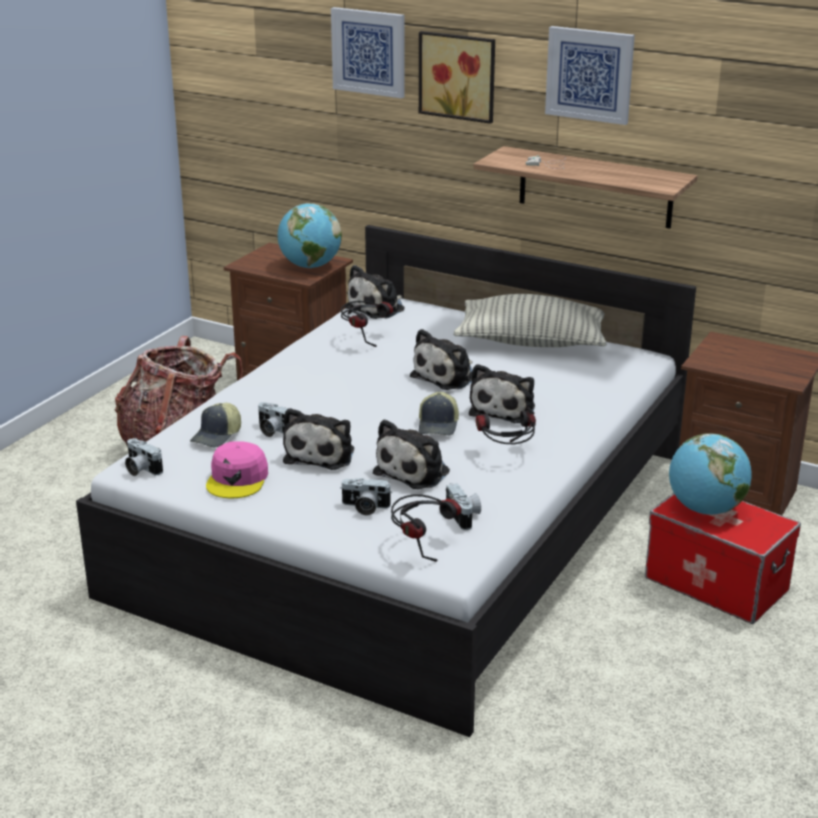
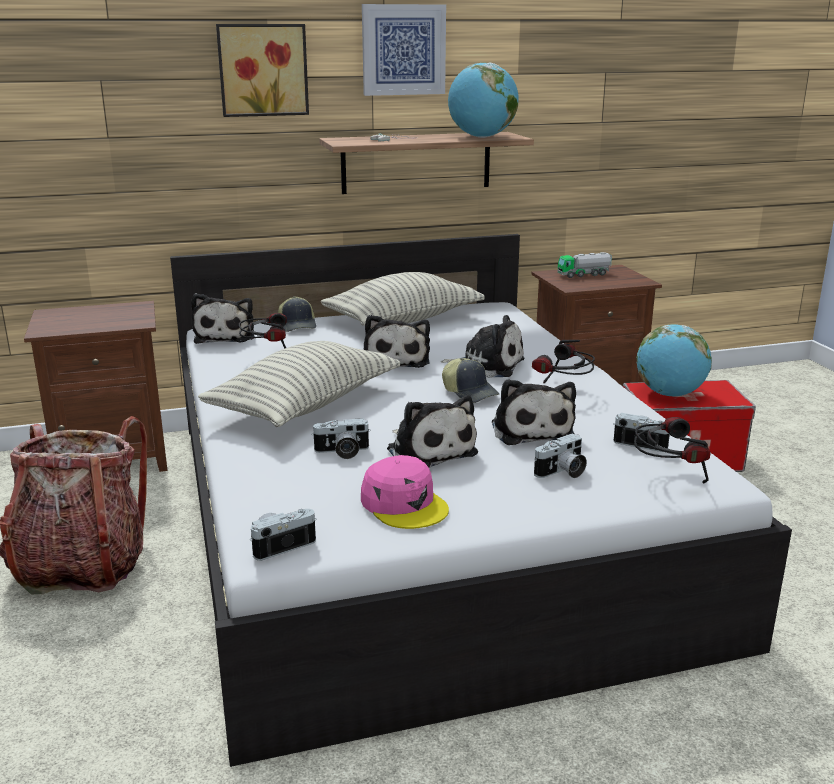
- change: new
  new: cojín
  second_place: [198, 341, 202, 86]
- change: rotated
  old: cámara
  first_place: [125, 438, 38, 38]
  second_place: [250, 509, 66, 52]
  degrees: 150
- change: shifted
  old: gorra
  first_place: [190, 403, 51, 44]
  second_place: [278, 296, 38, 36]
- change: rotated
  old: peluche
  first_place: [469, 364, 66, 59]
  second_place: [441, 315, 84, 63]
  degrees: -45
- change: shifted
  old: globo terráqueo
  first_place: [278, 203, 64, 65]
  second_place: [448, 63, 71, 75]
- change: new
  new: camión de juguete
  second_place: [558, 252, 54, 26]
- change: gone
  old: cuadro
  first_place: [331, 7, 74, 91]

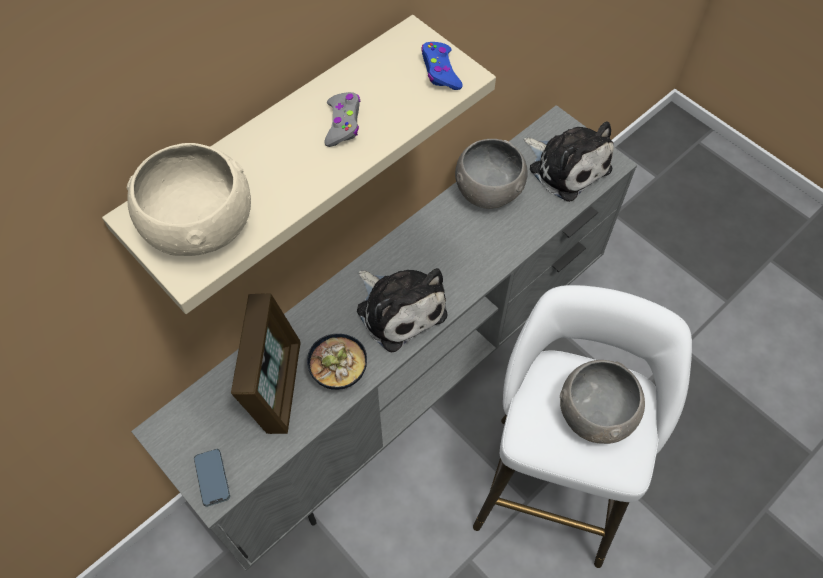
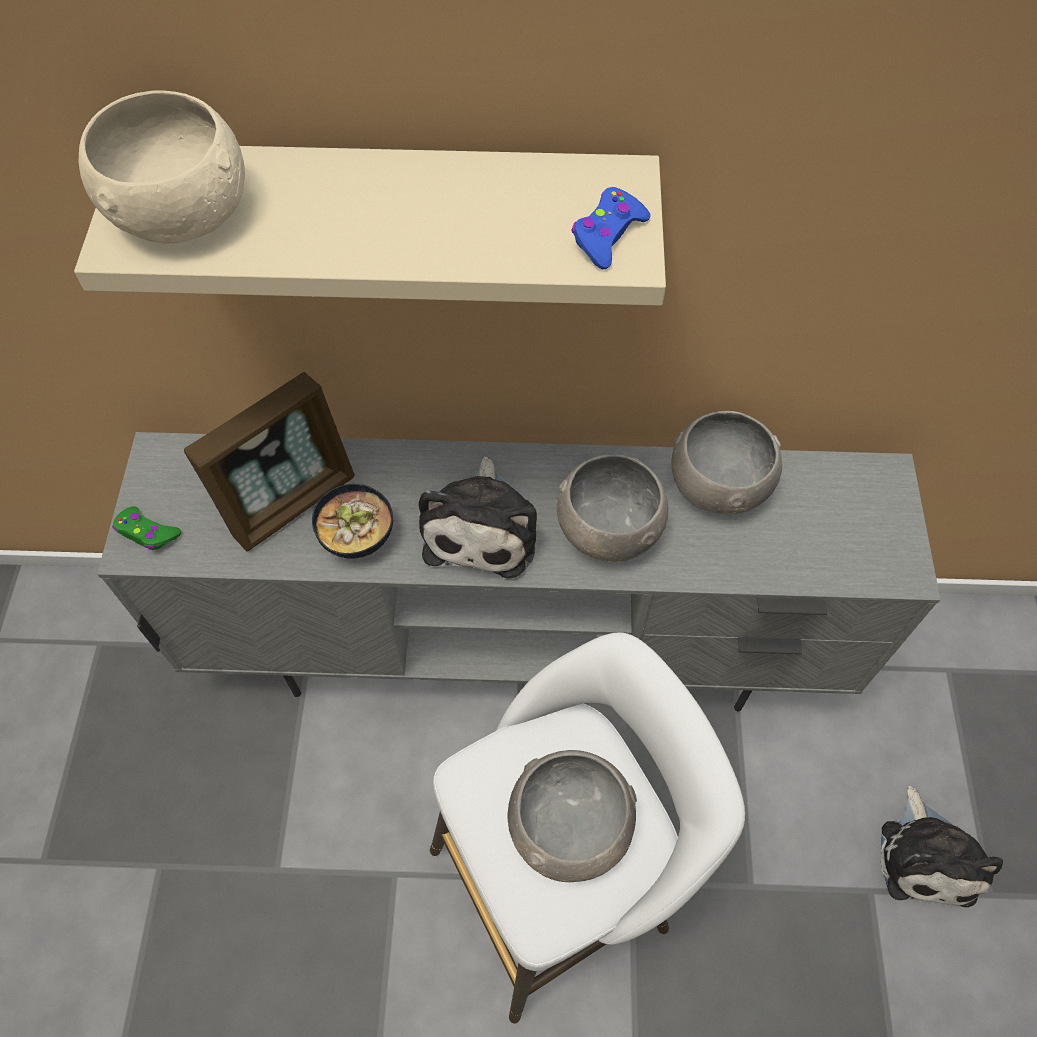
- change: swapped
  old: móvil
  new: mando de consola [verde]
  first_place: [194, 449, 36, 58]
  second_place: [112, 506, 69, 44]
- change: new
  new: cuenco [gris]
  second_place: [557, 454, 111, 108]
- change: shifted
  old: peluche
  first_place: [524, 121, 90, 81]
  second_place: [880, 786, 123, 121]
- change: gone
  old: mando de consola [gris]
  first_place: [324, 92, 37, 55]

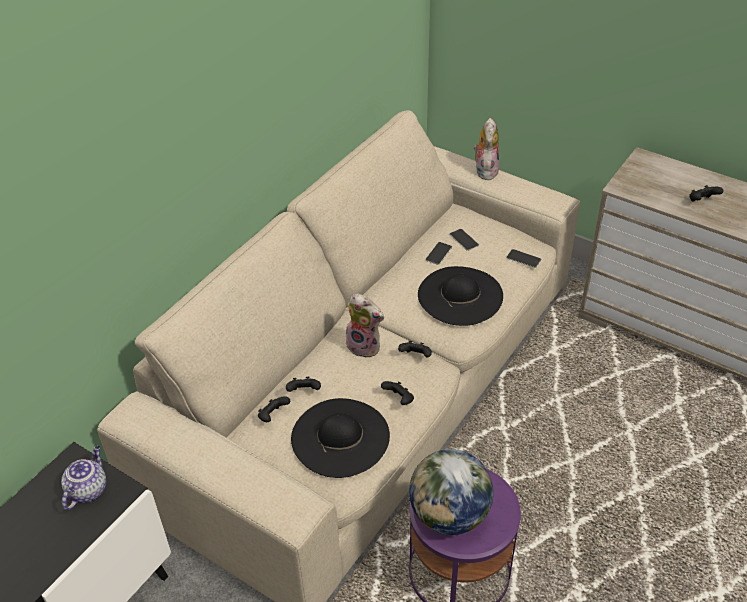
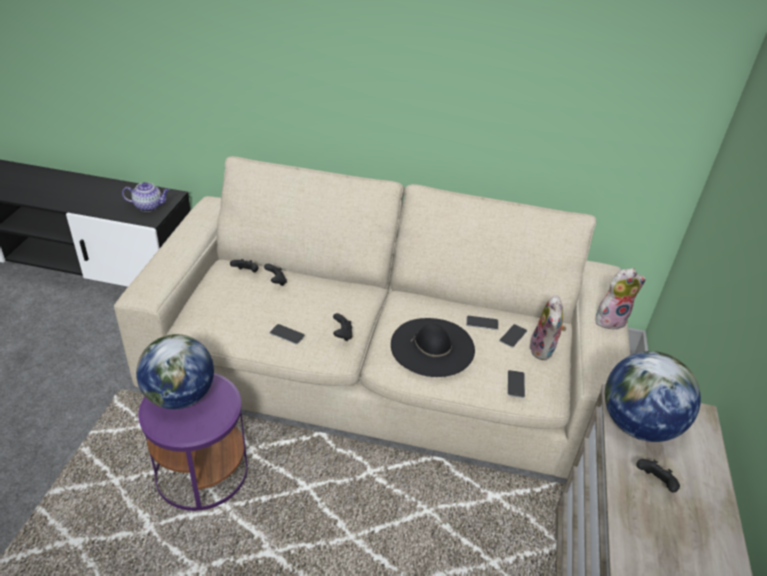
- change: swapped
  old: mando de consola [negro]
  new: móvil
  first_place: [381, 381, 33, 24]
  second_place: [269, 324, 36, 20]
- change: shifted
  old: peluche
  first_place: [346, 293, 38, 64]
  second_place: [529, 295, 38, 65]
- change: new
  new: globo terráqueo
  second_place: [605, 351, 96, 91]
- change: gone
  old: sombrero [negro]
  first_place: [291, 398, 99, 80]

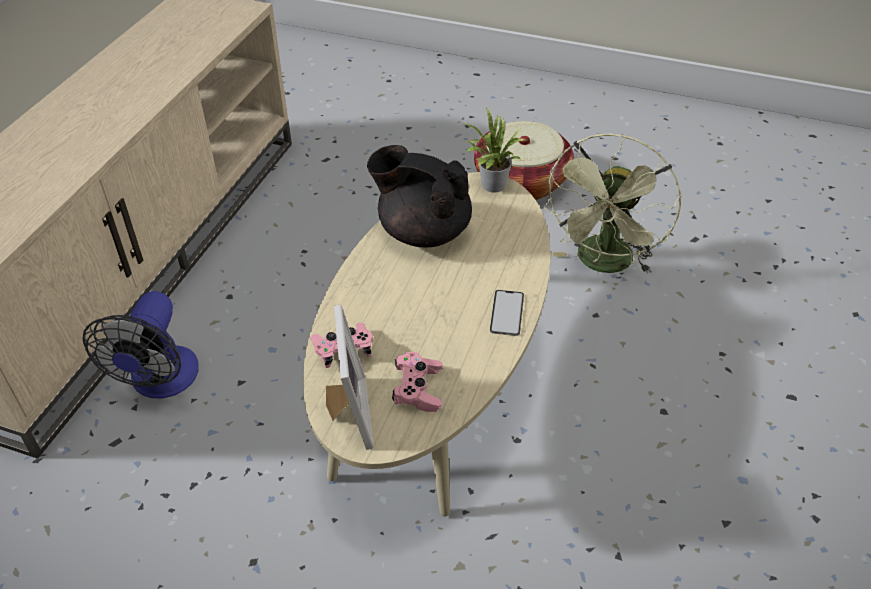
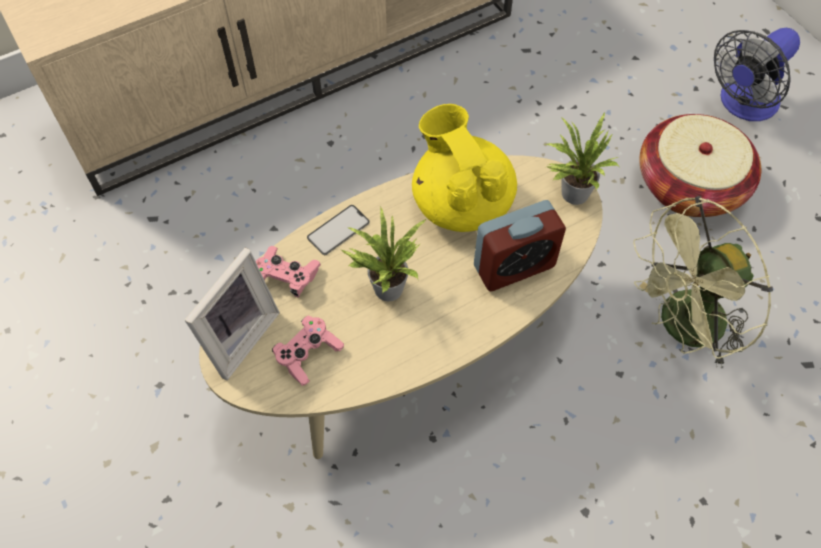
- change: shifted
  old: móvil
  first_place: [490, 290, 34, 46]
  second_place: [307, 205, 63, 50]
- change: new
  new: planta en maceta
  second_place: [342, 207, 84, 94]
- change: repainted
  old: tetera [negro]
  new: tetera [amarillo]
  first_place: [367, 145, 105, 102]
  second_place: [412, 104, 105, 128]
- change: new
  new: despertador
  second_place: [474, 200, 92, 92]
- change: shifted
  old: ventilador
  first_place: [83, 291, 116, 107]
  second_place: [714, 28, 86, 93]

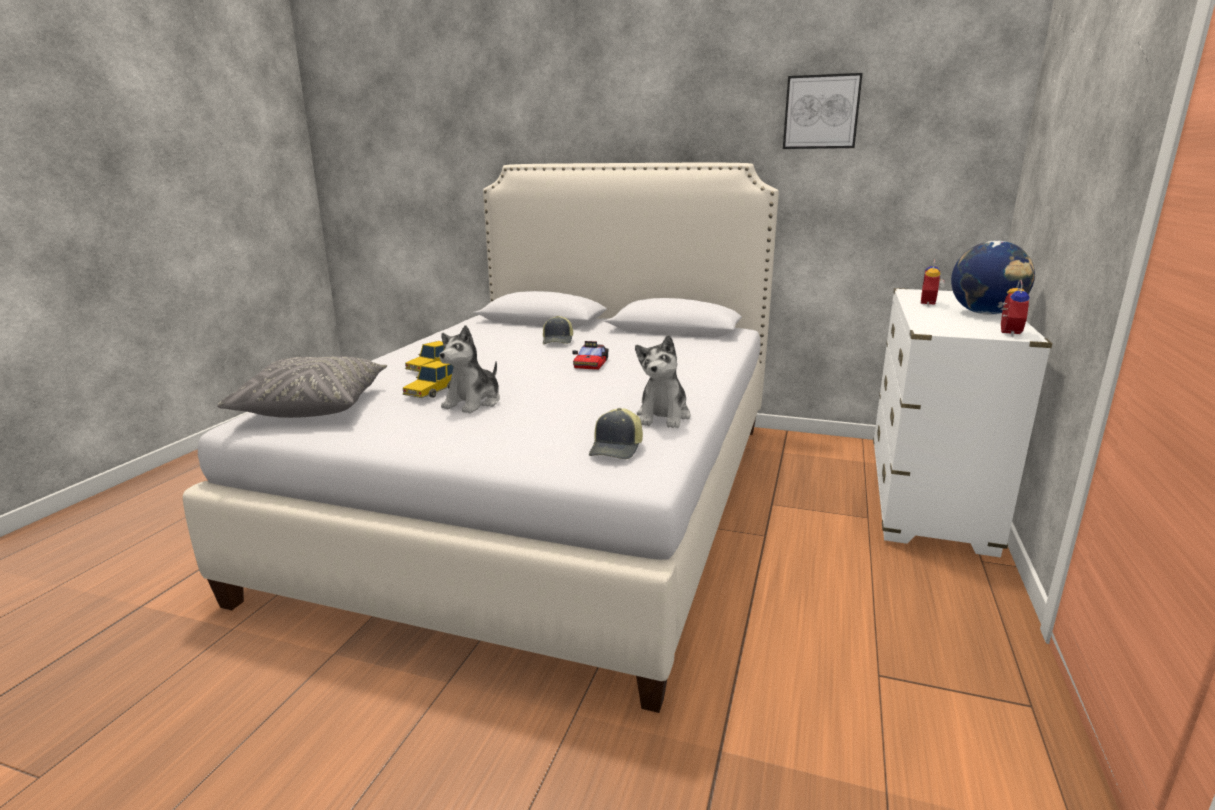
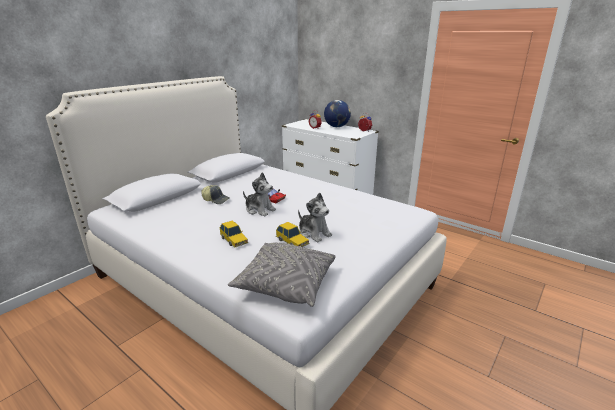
- change: shifted
  old: peluche
  first_place: [635, 335, 56, 93]
  second_place: [243, 172, 33, 44]
- change: gone
  old: gorra
  first_place: [589, 408, 54, 51]
- change: gone
  old: cuadro
  first_place: [783, 73, 80, 76]

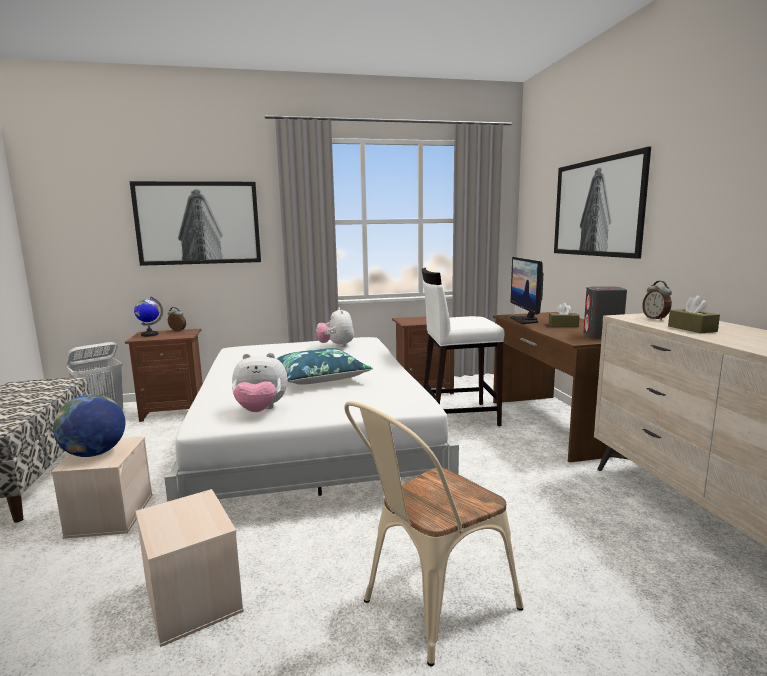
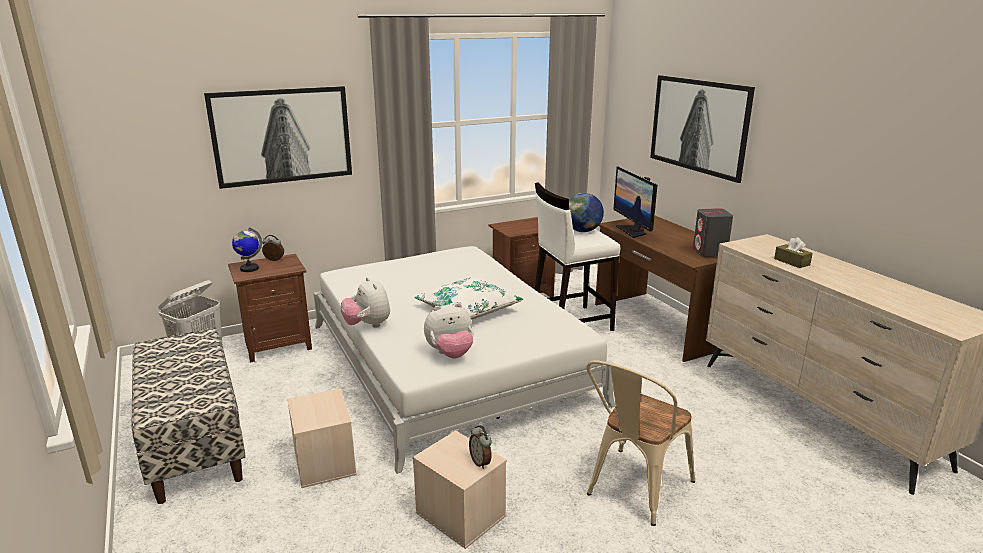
- change: shifted
  old: peluche
  first_place: [316, 307, 38, 40]
  second_place: [341, 277, 49, 51]
- change: repainted
  old: cojín [azul]
  new: cojín [blanco]
  first_place: [276, 348, 97, 37]
  second_place: [414, 277, 109, 43]
- change: shifted
  old: despertador
  first_place: [642, 281, 30, 39]
  second_place: [469, 425, 23, 44]
- change: shifted
  old: globo terráqueo
  first_place: [53, 394, 72, 63]
  second_place: [569, 193, 35, 39]
- change: gone
  old: caja de pañuelos [marrón]
  first_place: [549, 303, 31, 24]

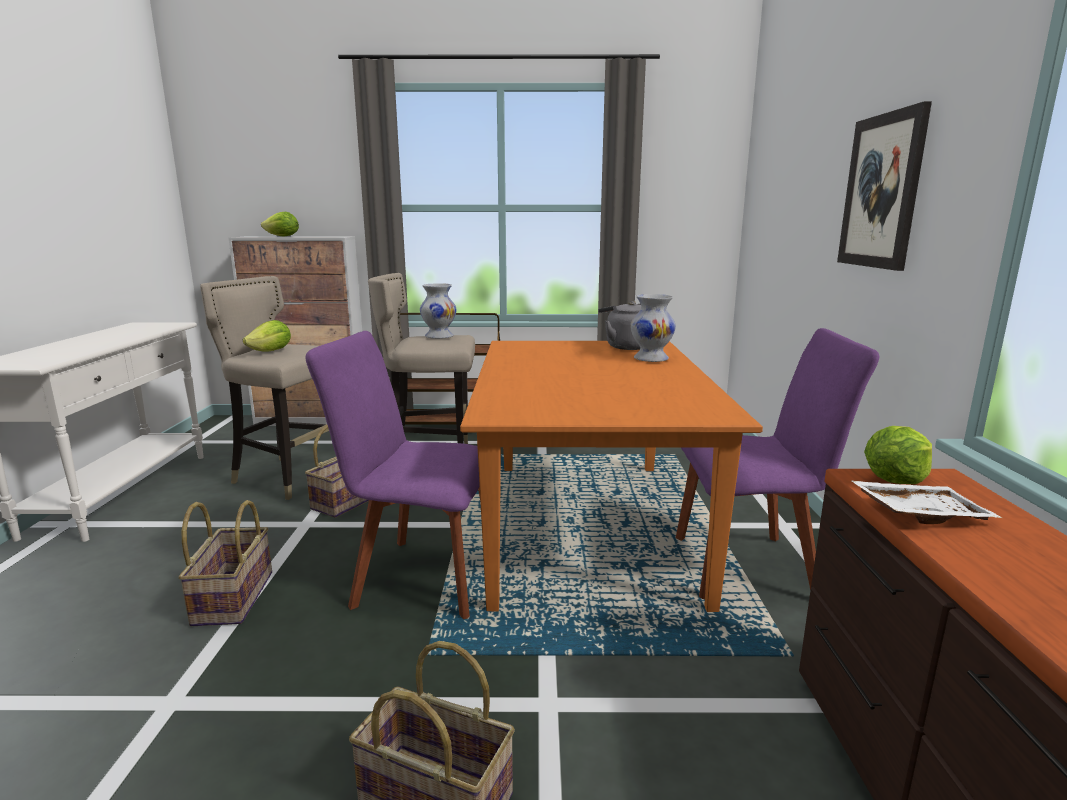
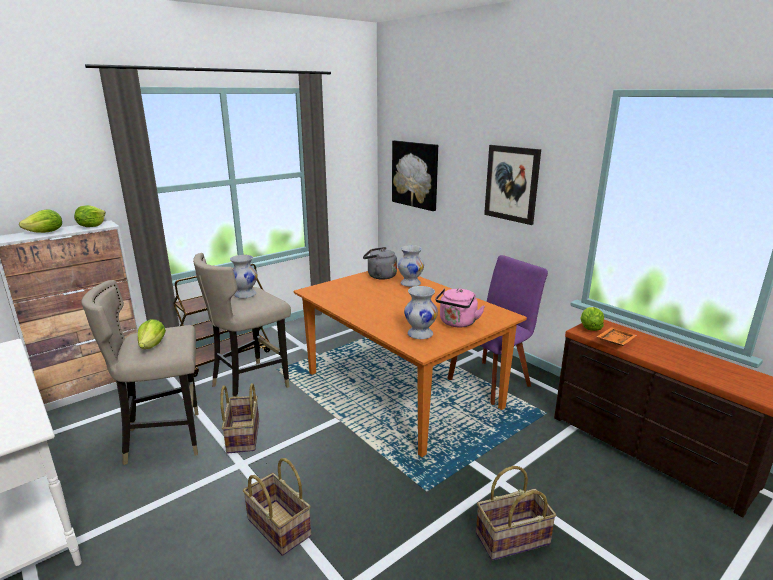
- change: new
  new: lechuga
  second_place: [74, 205, 32, 22]
- change: new
  new: cuadro
  second_place: [392, 140, 46, 71]
- change: new
  new: florero [blanco]
  second_place: [404, 286, 34, 53]
- change: new
  new: hervidor [rosa]
  second_place: [435, 288, 50, 39]
- change: repainted
  old: bandeja [blanco]
  new: bandeja [naranja]
  first_place: [850, 480, 152, 44]
  second_place: [596, 327, 41, 19]
- change: gone
  old: silla [morado]
  first_place: [306, 331, 174, 288]

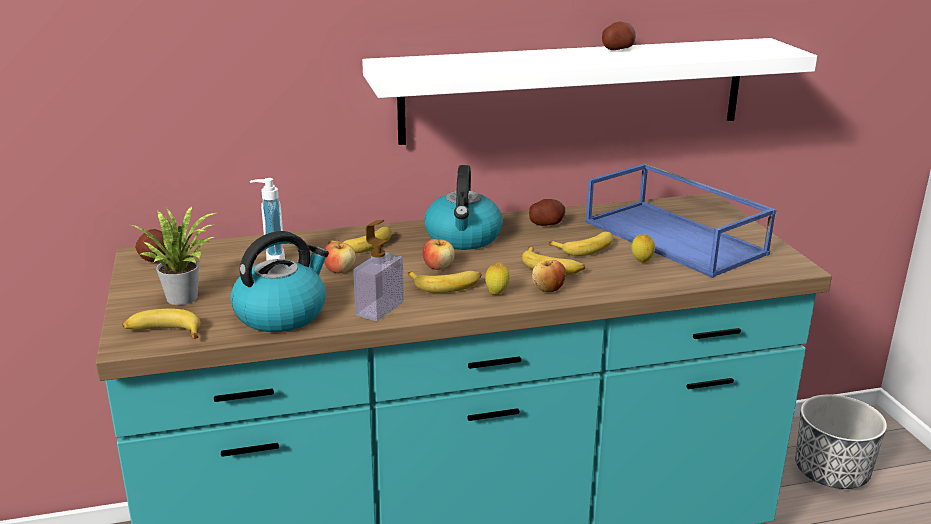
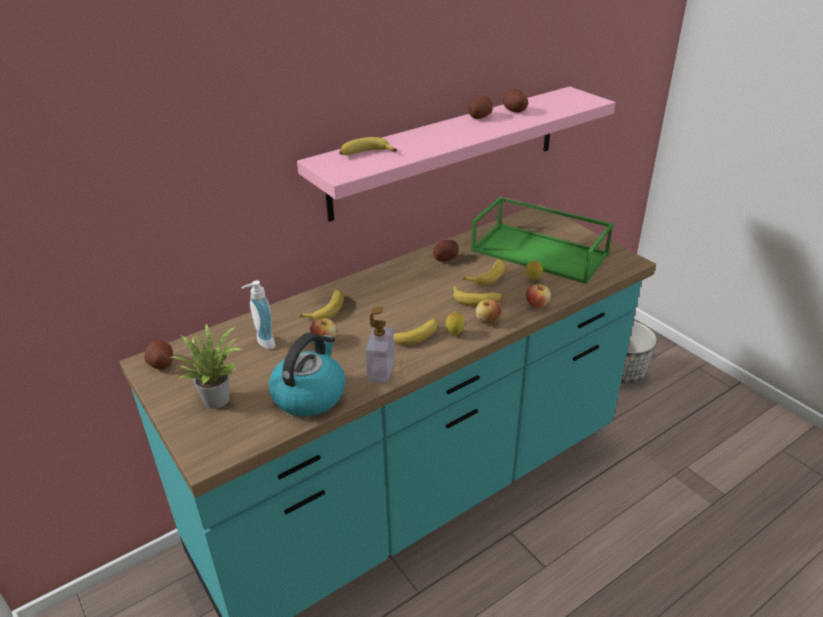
- change: repainted
  old: estante [blanco]
  new: estante [rosa]
  first_place: [362, 38, 455, 107]
  second_place: [297, 87, 319, 135]
- change: shifted
  old: plátano
  first_place: [122, 309, 79, 30]
  second_place: [339, 137, 58, 18]
- change: repainted
  old: bandeja [azul]
  new: bandeja [verde]
  first_place: [585, 163, 191, 115]
  second_place: [471, 196, 143, 88]
- change: new
  new: patata
  second_place: [503, 89, 25, 24]
- change: shifted
  old: manzana
  first_place: [423, 236, 32, 34]
  second_place: [526, 283, 25, 25]
- change: gone
  old: hervidor
  first_place: [424, 165, 79, 85]

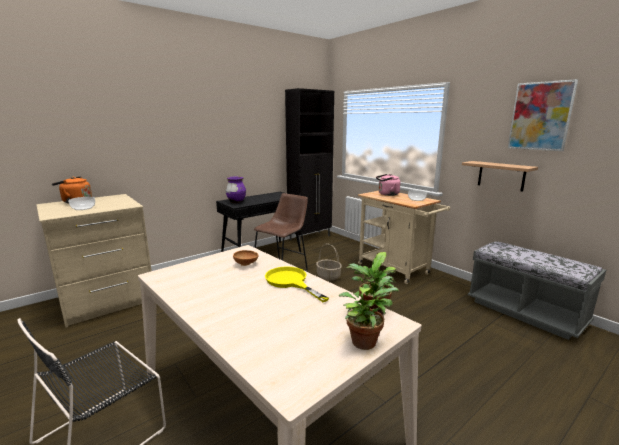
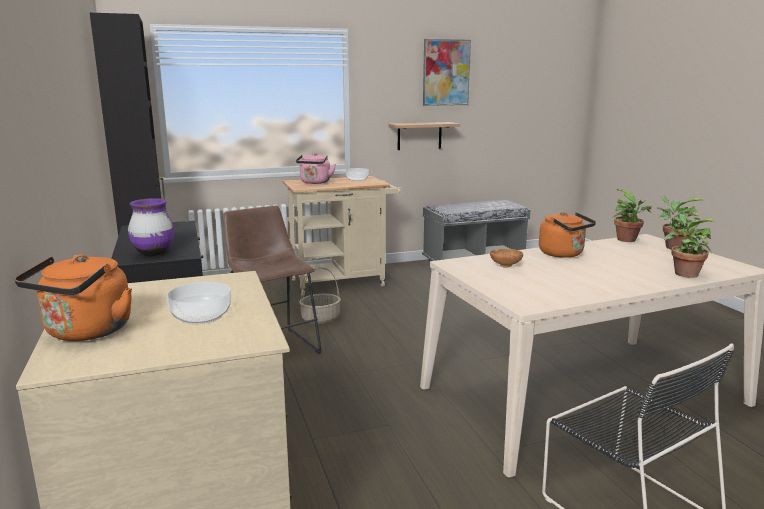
- change: swapped
  old: sartén [amarillo]
  new: hervidor [naranja]
  first_place: [265, 266, 64, 36]
  second_place: [539, 212, 57, 46]
- change: new
  new: planta en maceta
  second_place: [664, 214, 52, 64]

